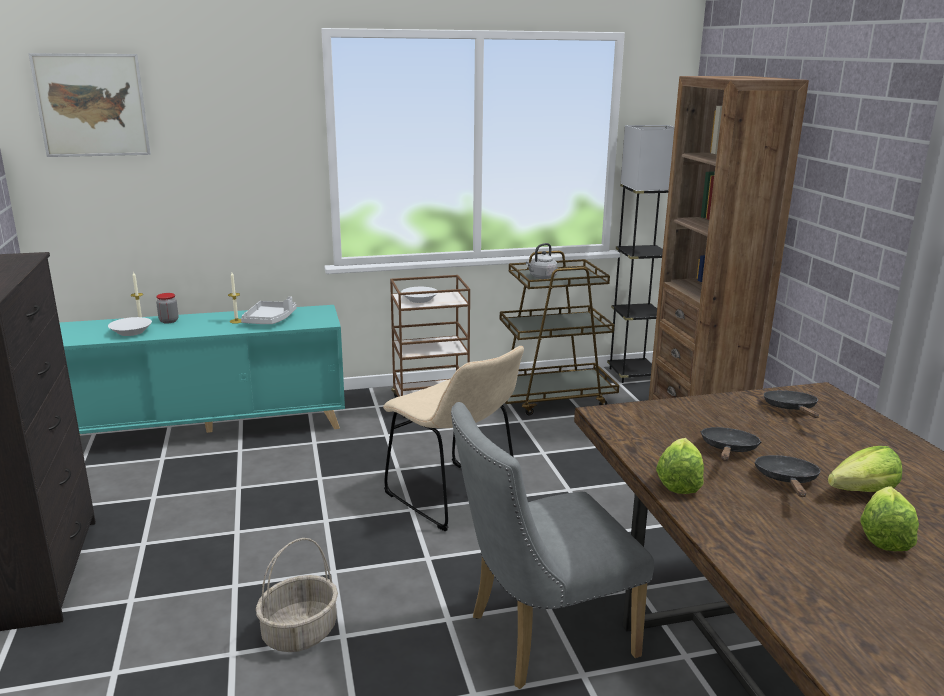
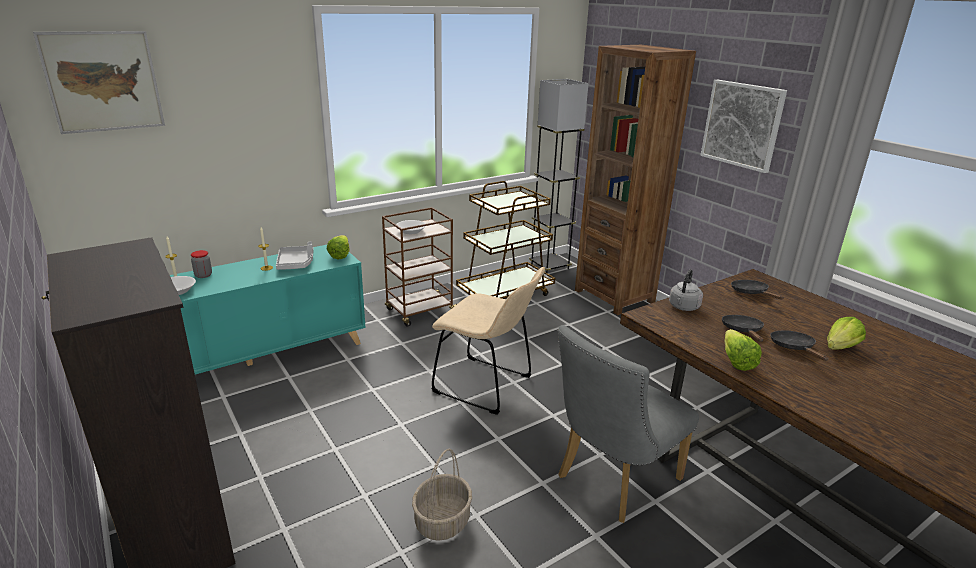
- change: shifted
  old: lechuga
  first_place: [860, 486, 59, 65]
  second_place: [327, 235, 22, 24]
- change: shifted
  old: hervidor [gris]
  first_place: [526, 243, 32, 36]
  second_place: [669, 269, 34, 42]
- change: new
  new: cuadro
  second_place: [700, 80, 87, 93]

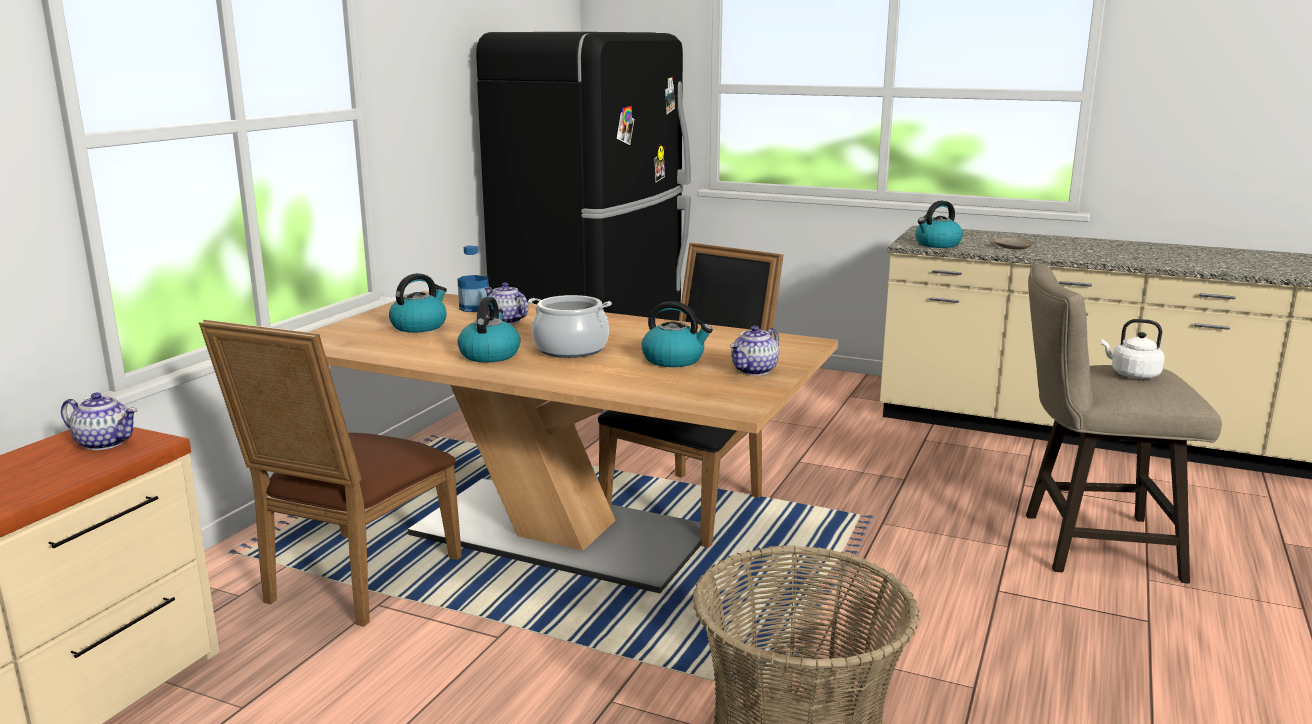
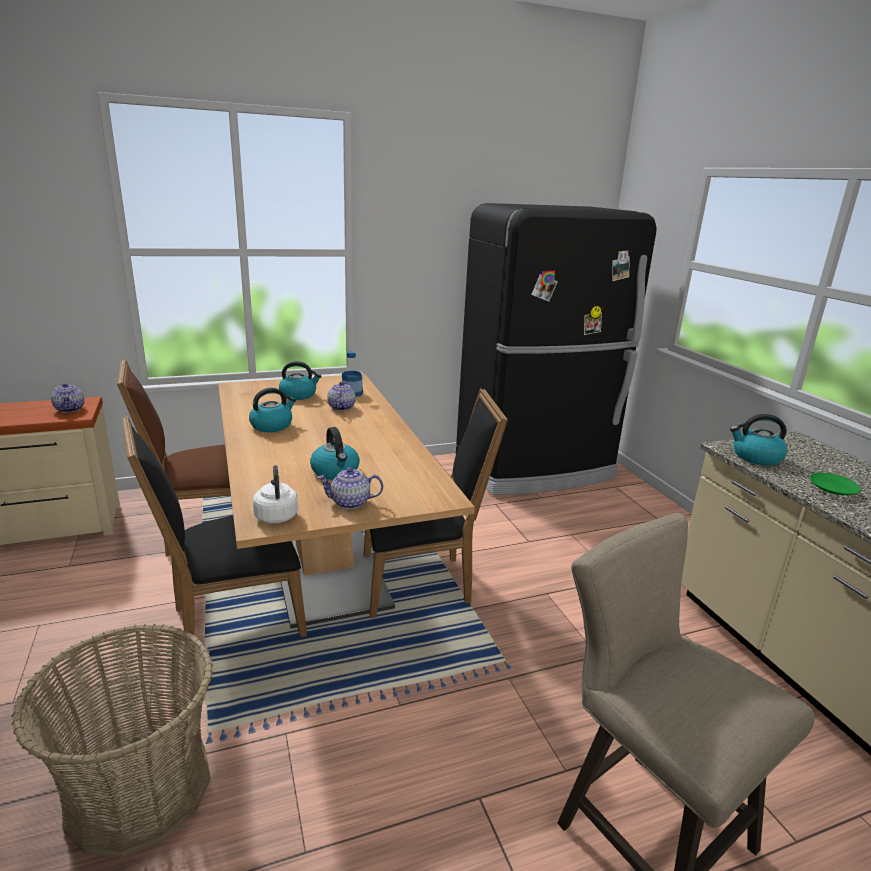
- change: new
  new: silla [negro]
  second_place: [121, 416, 186, 247]
- change: shifted
  old: hervidor [blanco]
  first_place: [1101, 319, 64, 60]
  second_place: [253, 465, 45, 58]
- change: repainted
  old: plato [beis]
  new: plato [verde]
  first_place: [993, 238, 41, 12]
  second_place: [810, 472, 51, 23]
- change: gone
  old: olla
  first_place: [528, 295, 84, 63]

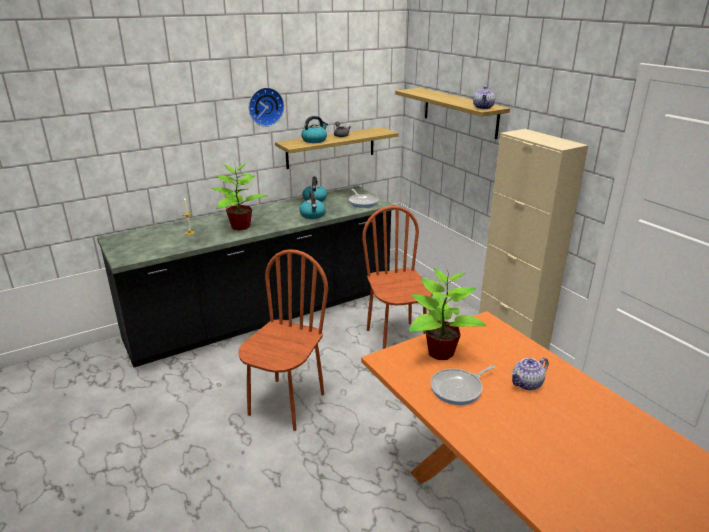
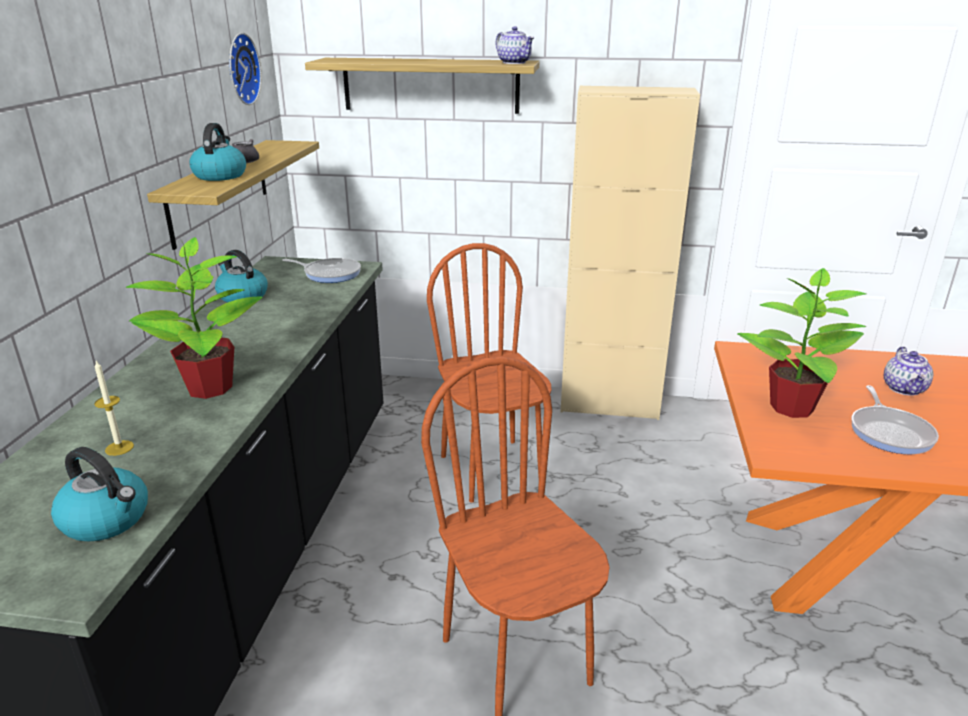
- change: shifted
  old: hervidor
  first_place: [299, 191, 27, 28]
  second_place: [51, 447, 97, 94]
- change: shifted
  old: reloj de pared
  first_place: [249, 87, 35, 40]
  second_place: [229, 33, 33, 72]
- change: rotated
  old: silla [marrón]
  first_place: [362, 206, 71, 143]
  second_place: [427, 243, 124, 260]
  degrees: 45

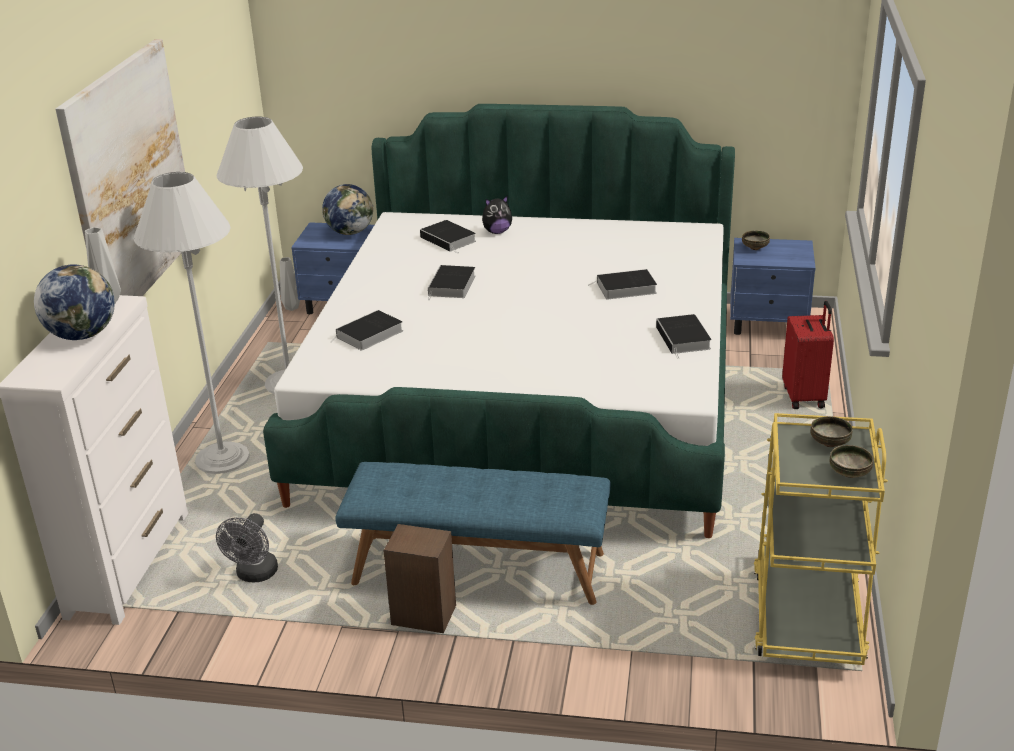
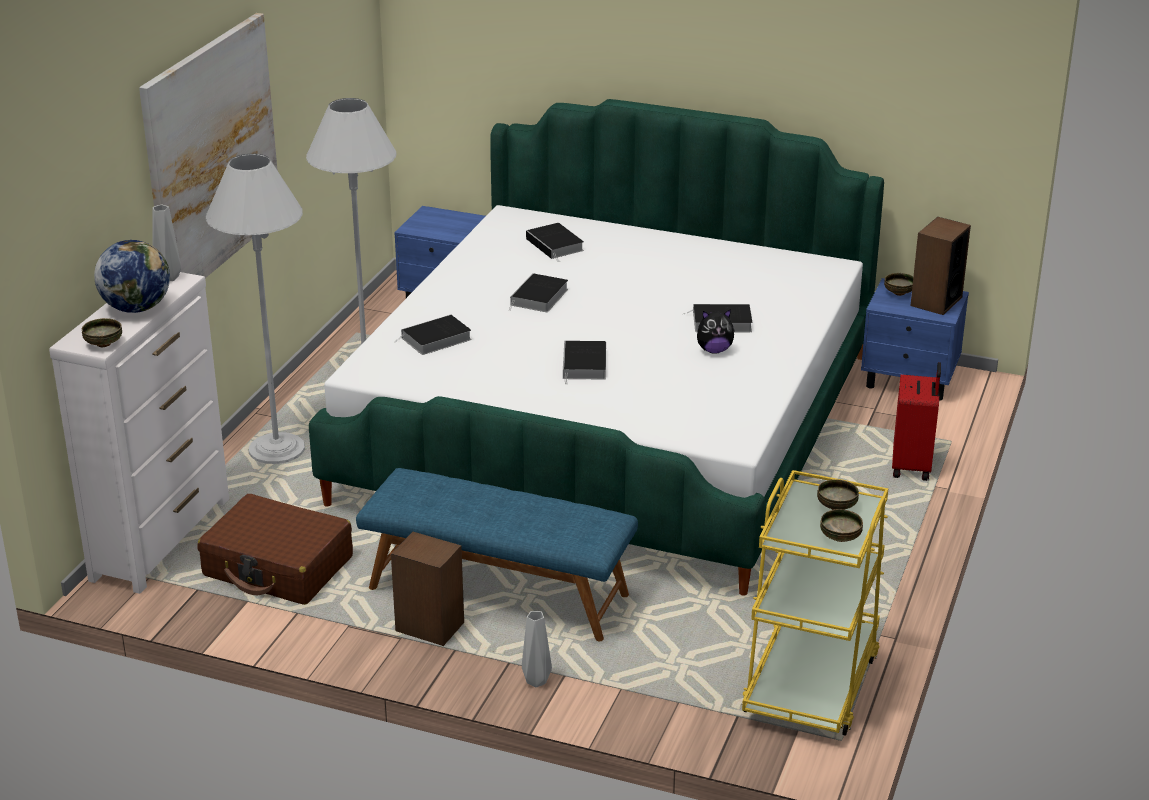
- change: new
  new: cuenco
  second_place: [81, 318, 41, 29]
- change: swapped
  old: ventilador [gris]
  new: maleta [marrón]
  first_place: [216, 513, 62, 69]
  second_place: [198, 494, 155, 111]
- change: shifted
  old: florero [gris]
  first_place: [280, 257, 20, 54]
  second_place: [522, 611, 30, 76]
- change: shifted
  old: libro
  first_place: [656, 314, 56, 45]
  second_place: [563, 341, 43, 44]
- change: shifted
  old: peluche
  first_place: [482, 195, 30, 39]
  second_place: [697, 309, 38, 45]
- change: new
  new: altavoz
  second_place: [910, 217, 61, 98]
- change: gone
  old: globo terráqueo
  first_place: [322, 184, 51, 51]

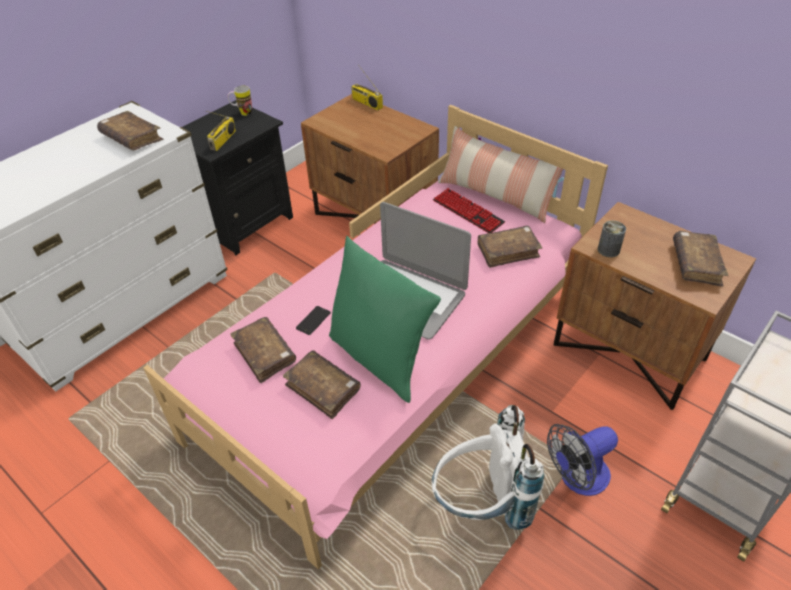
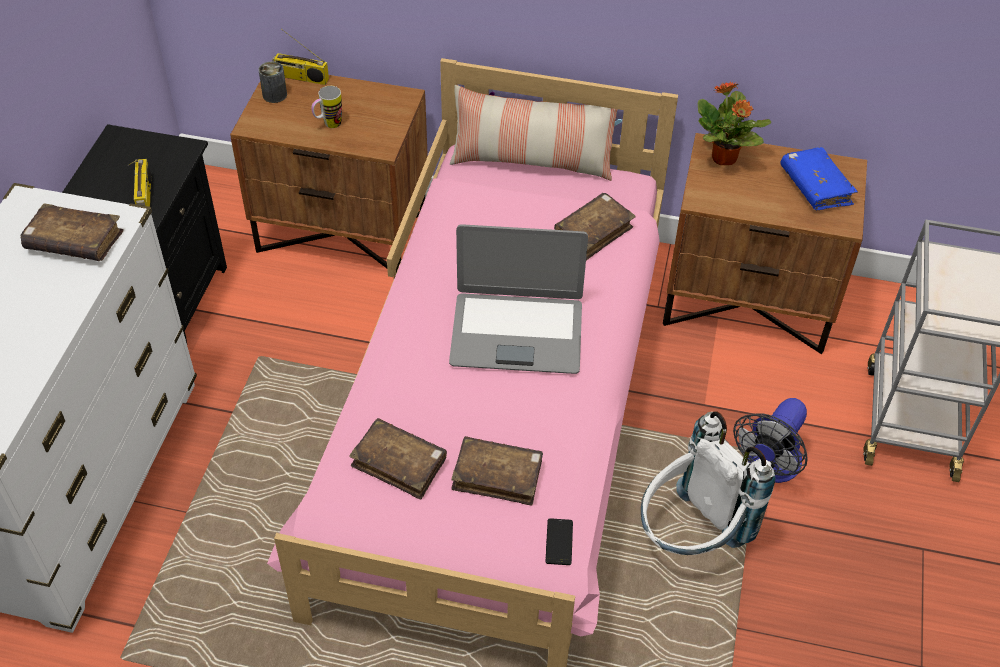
- change: shifted
  old: lata
  first_place: [598, 221, 28, 36]
  second_place: [259, 61, 28, 42]
- change: shifted
  old: taza grande
  first_place: [228, 85, 24, 31]
  second_place: [311, 86, 31, 42]
- change: shifted
  old: móvil
  first_place: [296, 306, 35, 29]
  second_place: [546, 518, 27, 47]
- change: new
  new: planta en maceta
  second_place: [698, 82, 73, 83]
- change: repainted
  old: libro [marrón]
  new: libro [azul]
  first_place: [673, 231, 56, 56]
  second_place: [780, 147, 78, 63]
- change: gone
  old: cojín [verde]
  first_place: [329, 236, 112, 167]
- change: gone
  old: teclado
  first_place: [433, 188, 72, 45]

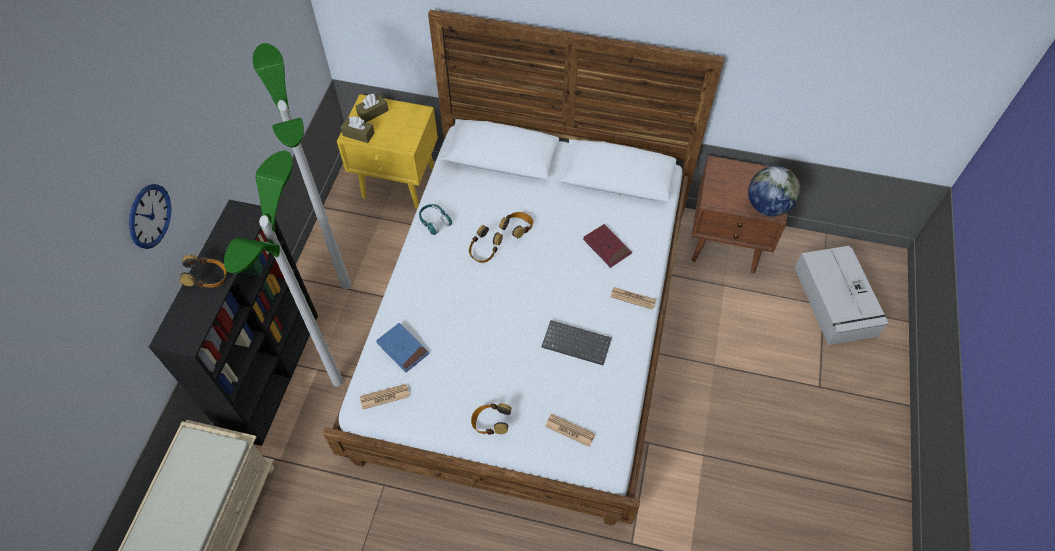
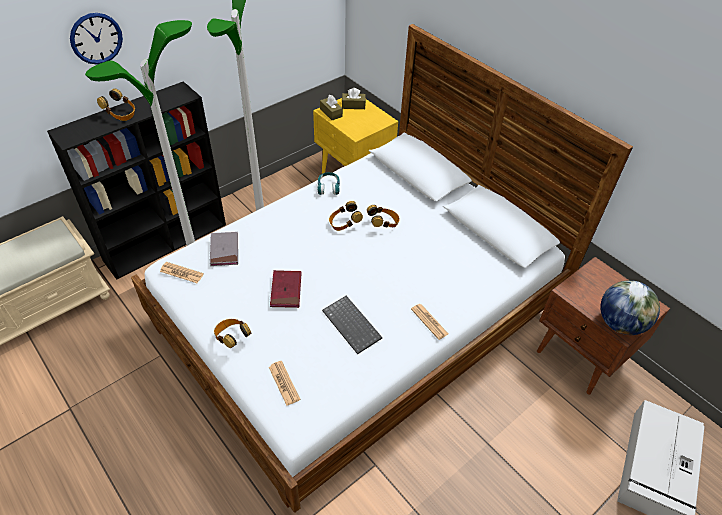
- change: repainted
  old: libro [azul]
  new: libro [gris]
  first_place: [376, 323, 53, 50]
  second_place: [210, 232, 28, 34]
- change: shifted
  old: libro [rojo]
  first_place: [583, 224, 49, 44]
  second_place: [270, 270, 32, 38]

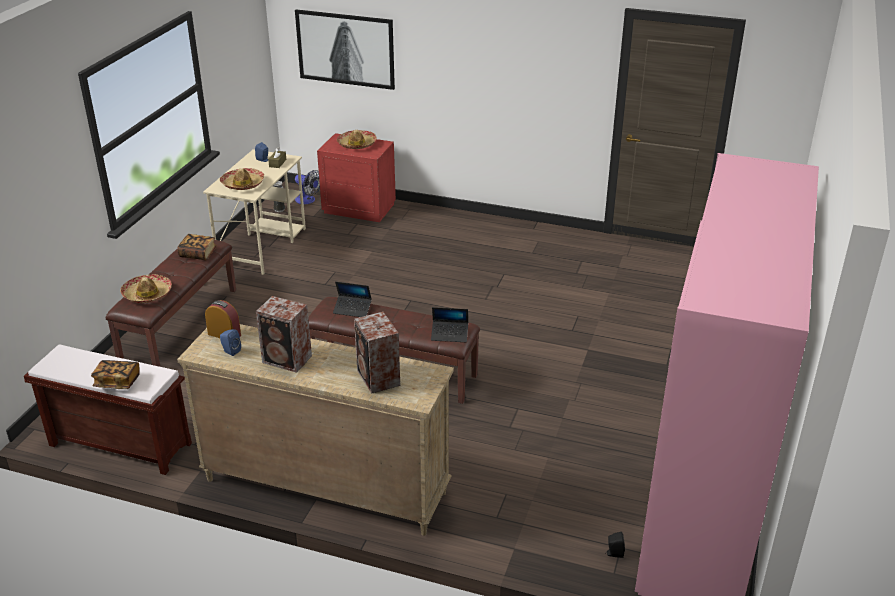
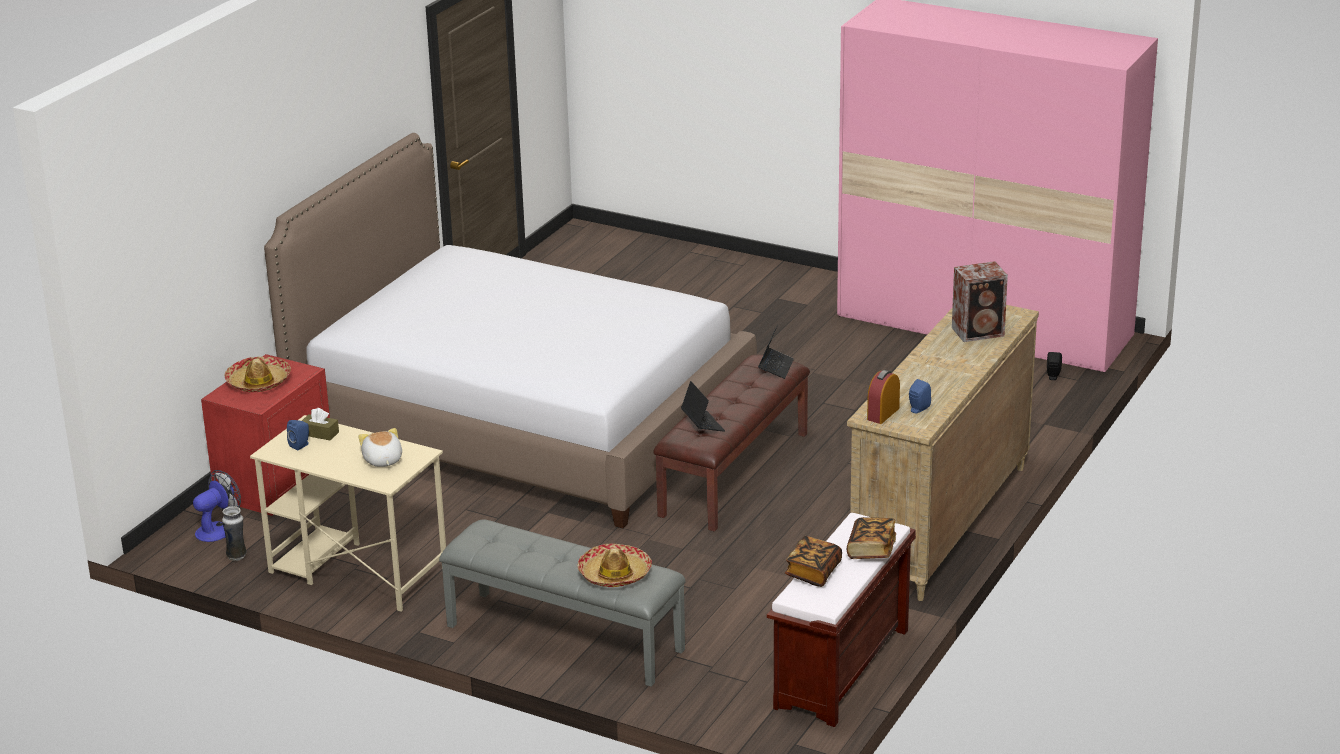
- change: new
  new: cama
  second_place: [264, 133, 493, 395]
- change: swapped
  old: sombrero
  new: peluche
  first_place: [220, 168, 44, 22]
  second_place: [358, 428, 44, 39]
- change: repainted
  old: banco [marrón]
  new: banco [gris]
  first_place: [106, 240, 130, 127]
  second_place: [439, 519, 247, 168]
- change: rotated
  old: portátil
  first_place: [333, 282, 39, 35]
  second_place: [681, 381, 44, 51]
  degrees: -45
- change: shifted
  old: libro
  first_place: [177, 234, 40, 27]
  second_place: [785, 536, 57, 51]
- change: gone
  old: altavoz
  first_place: [256, 296, 56, 77]
- change: gone
  old: cuadro
  first_place: [295, 9, 100, 81]

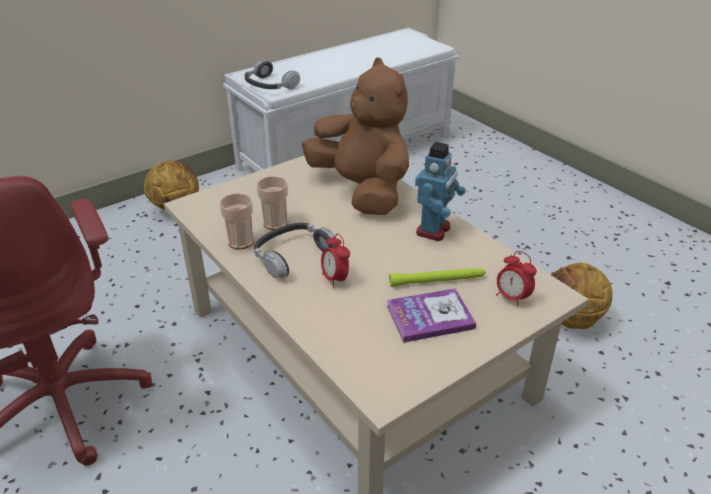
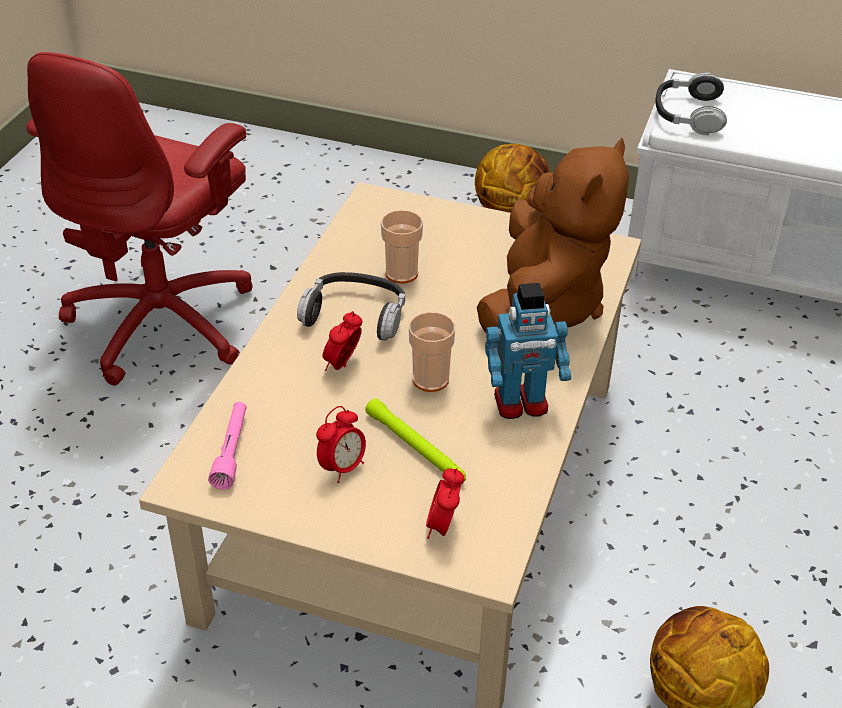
- change: new
  new: linterna [rosa]
  second_place: [208, 402, 39, 88]
- change: swapped
  old: libro
  new: despertador
  first_place: [387, 288, 89, 55]
  second_place: [316, 406, 50, 77]
- change: shifted
  old: taza
  first_place: [220, 193, 33, 57]
  second_place: [409, 312, 46, 80]

